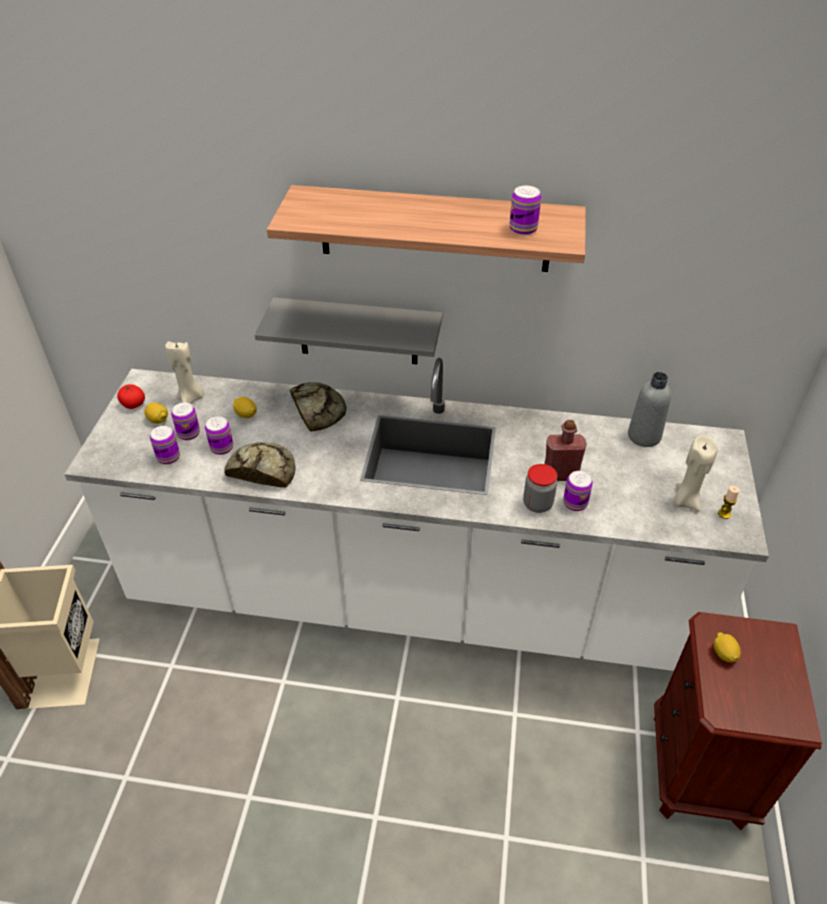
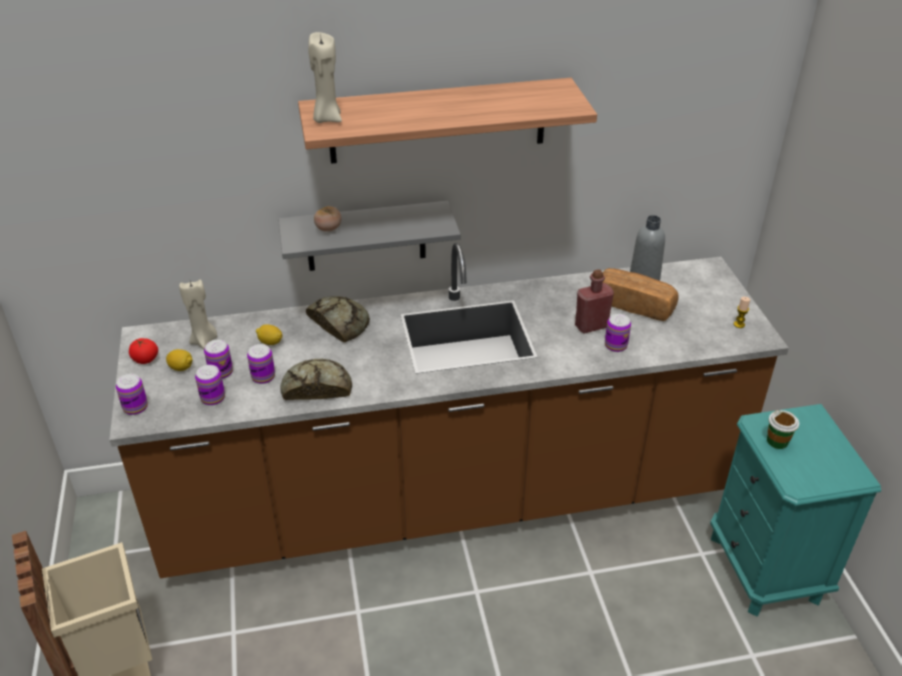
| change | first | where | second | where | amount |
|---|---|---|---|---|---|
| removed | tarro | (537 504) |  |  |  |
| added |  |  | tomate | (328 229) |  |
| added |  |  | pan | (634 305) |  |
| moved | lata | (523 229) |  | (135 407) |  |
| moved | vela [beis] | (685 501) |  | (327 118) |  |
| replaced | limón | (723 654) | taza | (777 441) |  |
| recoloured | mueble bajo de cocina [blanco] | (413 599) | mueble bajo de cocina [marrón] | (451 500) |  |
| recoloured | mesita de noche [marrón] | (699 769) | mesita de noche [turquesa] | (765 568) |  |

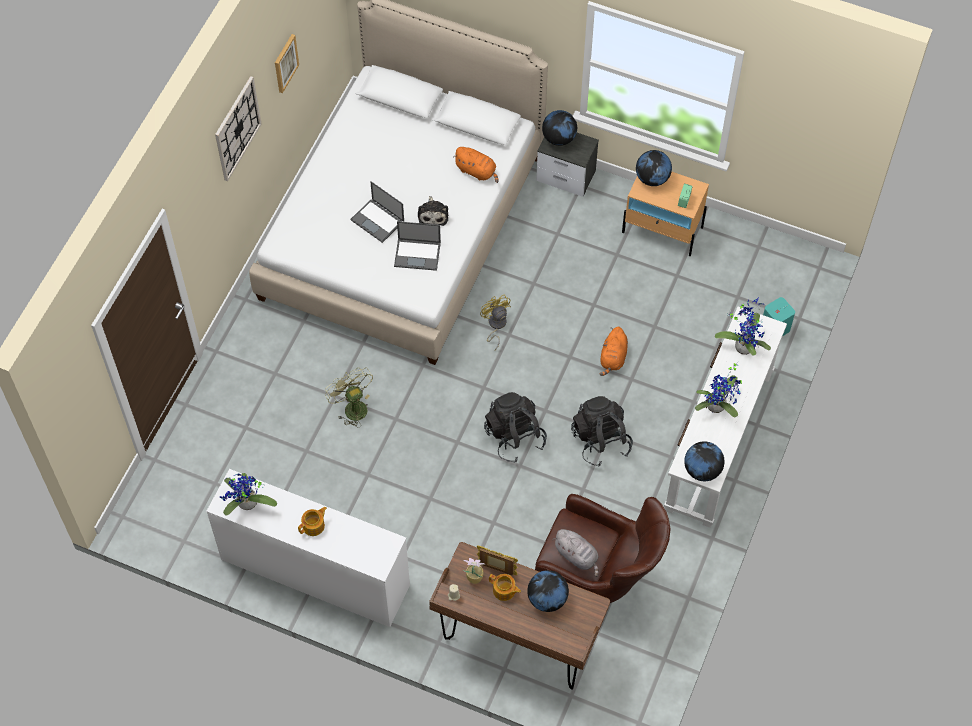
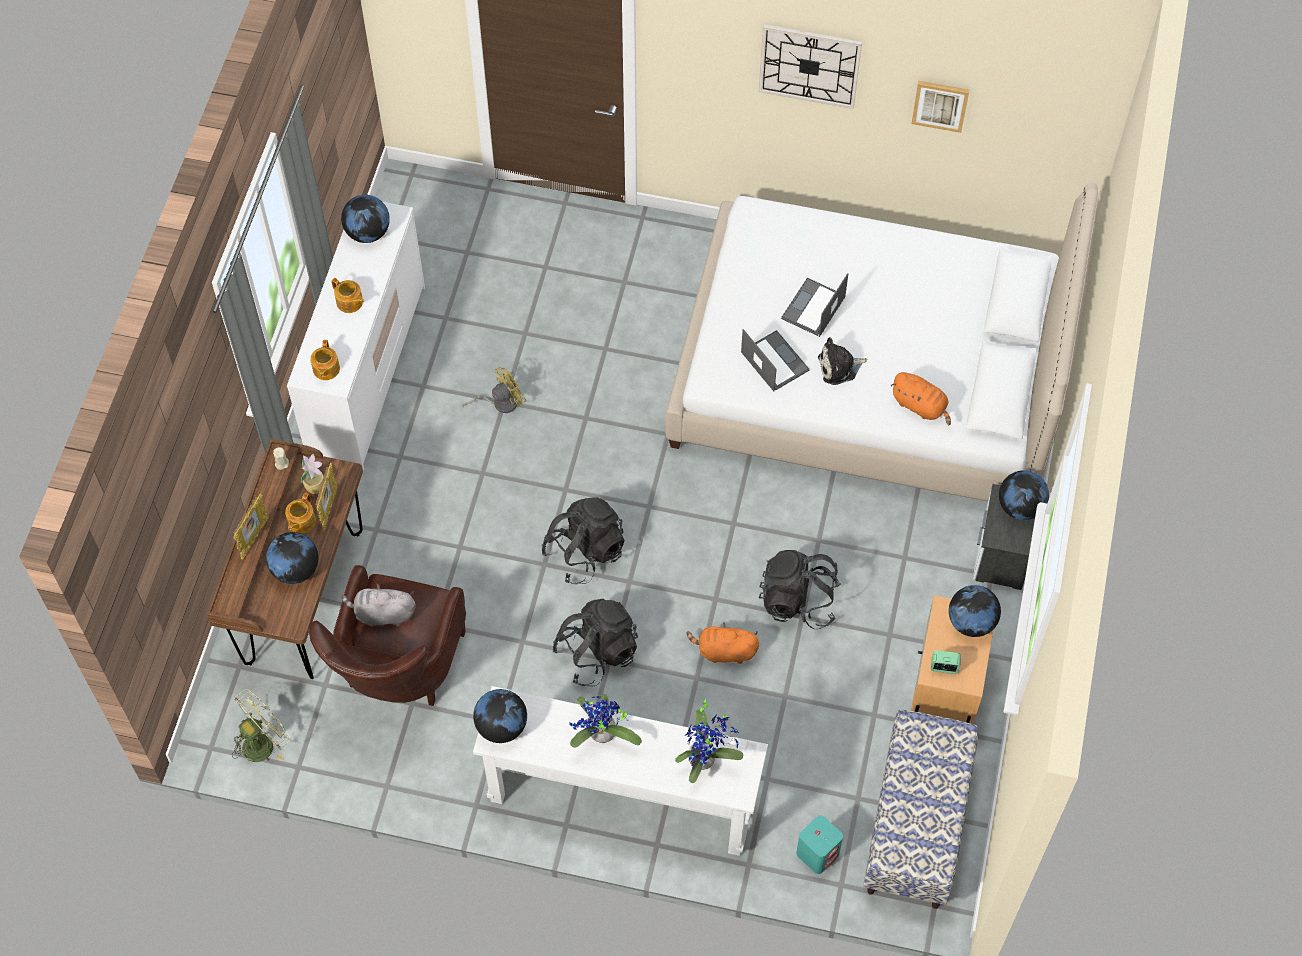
| change | first | where | second | where | amount |
|---|---|---|---|---|---|
| added |  |  | portarretratos | (254 538) |  |
| added |  |  | tetera | (326 369) |  |
| added |  |  | mochila [negro] | (798 600) |  |
| added |  |  | banco | (916 825) |  |
| moved | ventilador [verde] | (352 407) |  | (263 742) |  |
| moved | ventilador [amarillo] | (495 325) |  | (500 403) |  |
| replaced | planta en maceta | (246 505) | globo terráqueo | (368 233) |  |
| turned | portátil | (418 254) |  | (774 361) | 150 degrees clockwise |
| turned | peluche [naranja] | (477 171) |  | (920 406) | 75 degrees counterclockwise |
| turned | peluche [gris] | (577 556) |  | (382 614) | 60 degrees clockwise |

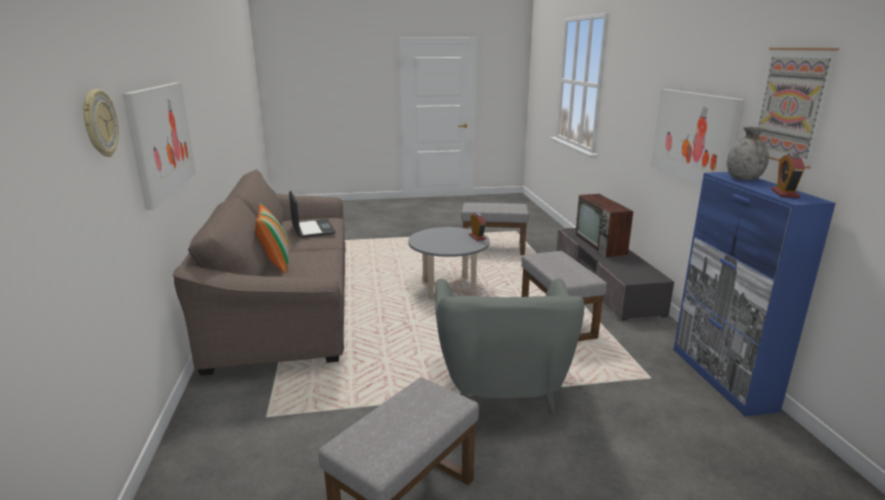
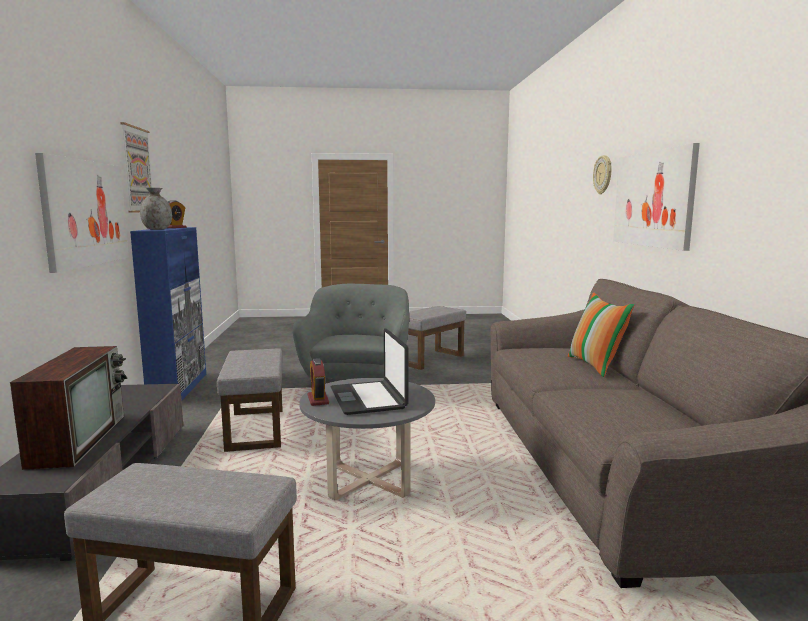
| change | first | where | second | where | amount |
|---|---|---|---|---|---|
| moved | portátil | (312 229) |  | (369 399) |  |

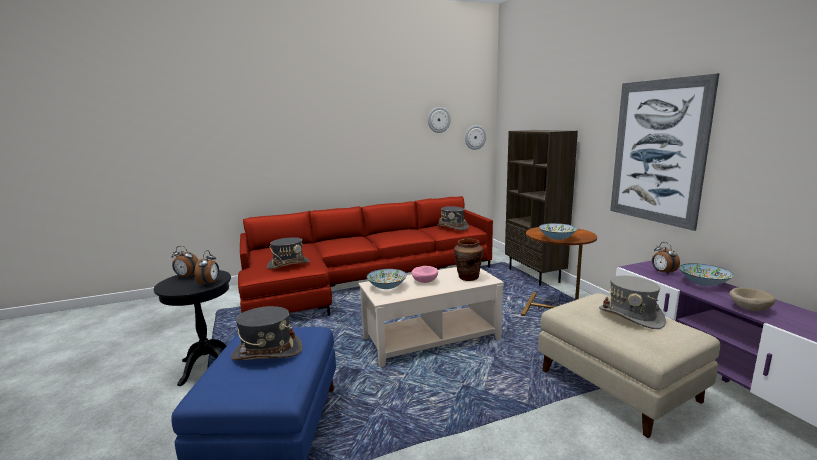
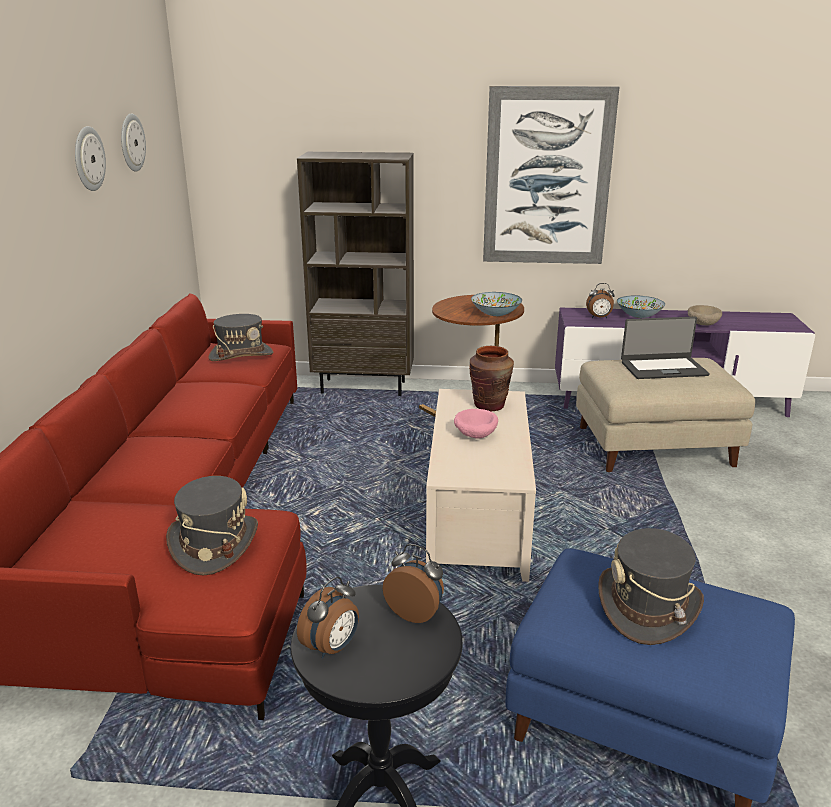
| change | first | where | second | where | amount |
|---|---|---|---|---|---|
| removed | cuenco | (387 287) |  |  |  |
| moved | reloj de pared | (475 137) |  | (88 159) |  |
| replaced | sombrero [gris] | (631 316) | portátil | (663 368) |  |

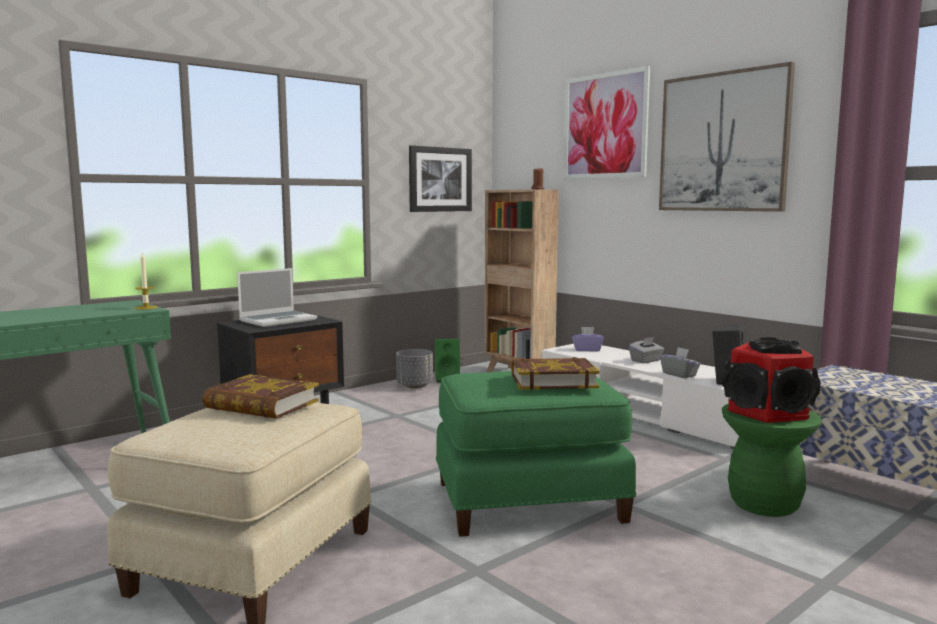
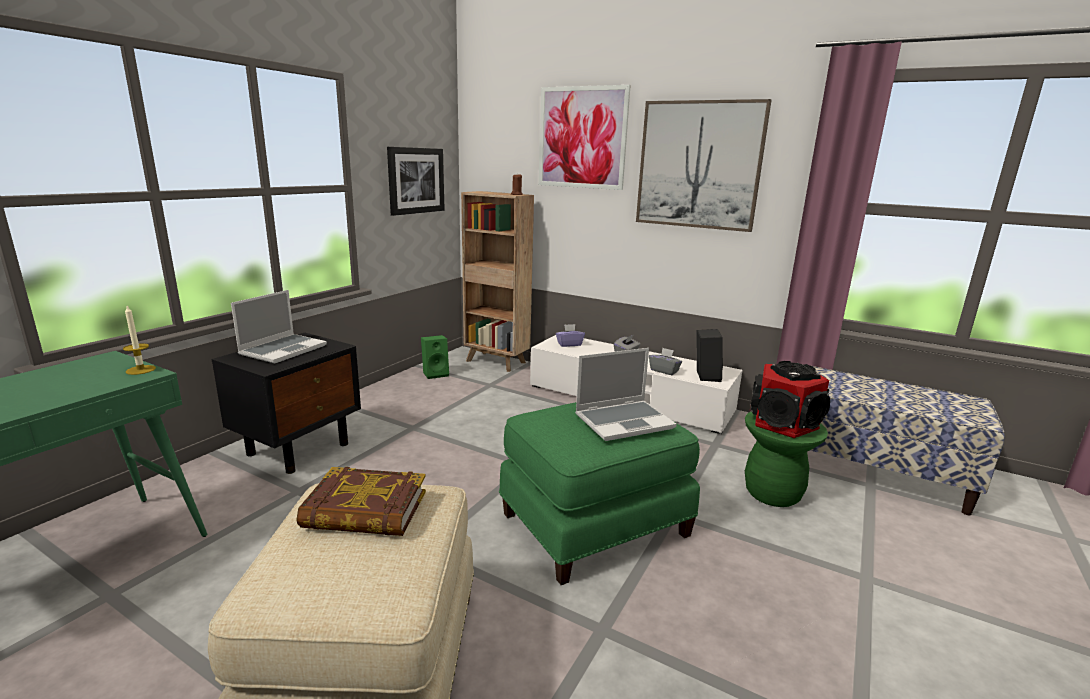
| change | first | where | second | where | amount |
|---|---|---|---|---|---|
| removed | maceta [gris] | (414 386) |  |  |  |
| replaced | libro | (553 380) | portátil | (624 421) |  |

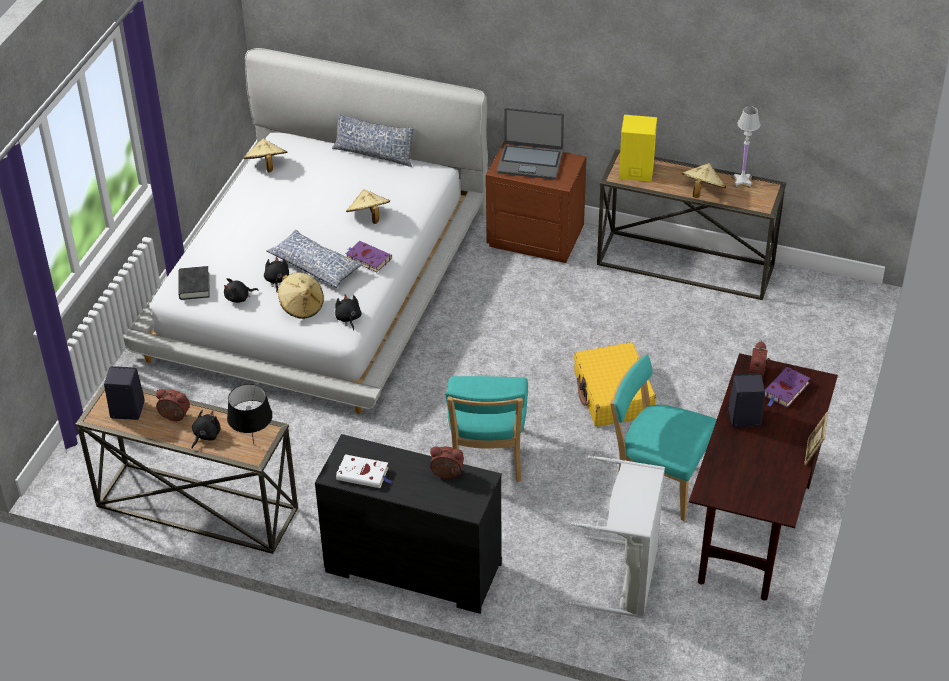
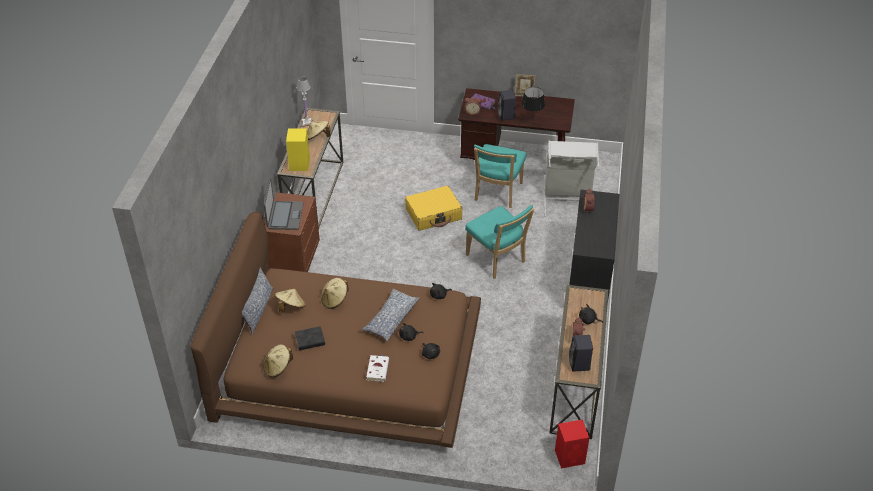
| change | first | where | second | where | amount |
|---|---|---|---|---|---|
| removed | libro [morado] | (367 258) |  |  |  |
| added |  |  | altavoz [rojo] | (570 457) |  |
| moved | libro [negro] | (194 286) |  | (310 340) |  |
| moved | lámpara de mesa [negro] | (254 444) |  | (531 121) |  |
| moved | sombrero [beis] | (301 306) |  | (291 307) |  |
| moved | libro [blanco] | (364 474) |  | (377 369) |  |
| recoloured | cama [blanco] | (317 279) | cama [marrón] | (347 364) |  |
| turned | silla [turquesa] | (487 458) |  | (497 260) | 60 degrees clockwise |

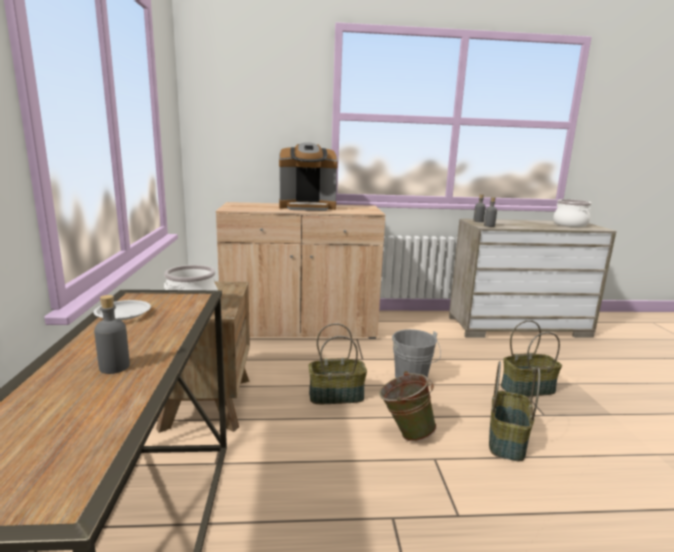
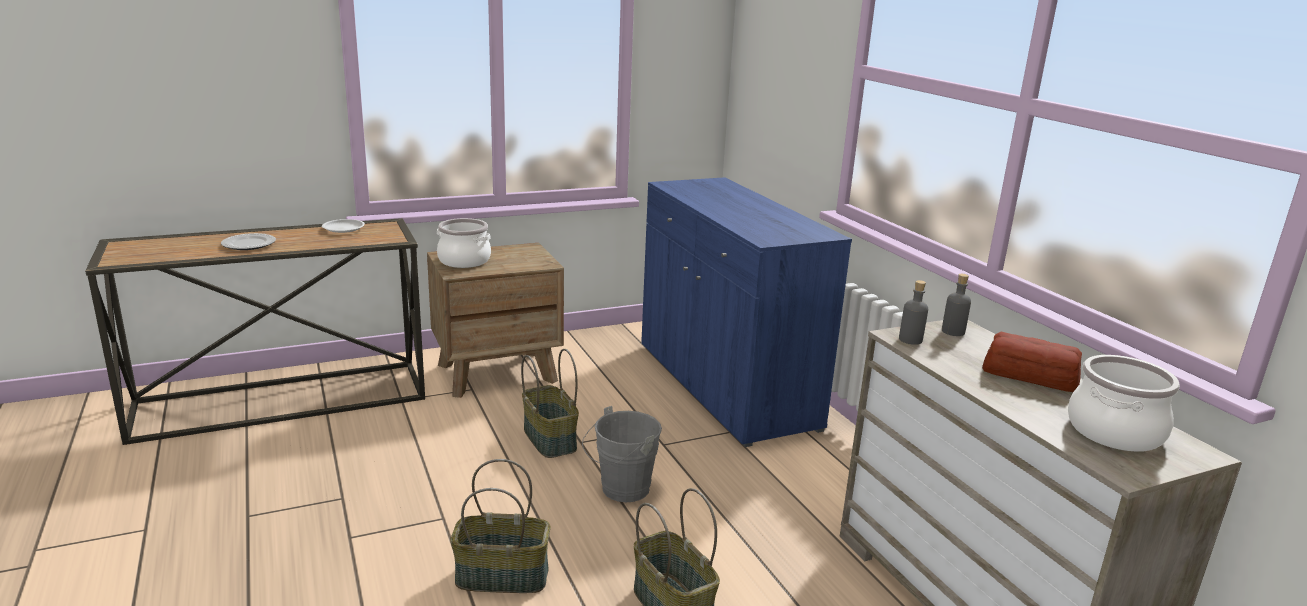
| change | first | where | second | where | amount |
|---|---|---|---|---|---|
| removed | cafetera | (307 207) |  |  |  |
| removed | cubo [verde] | (404 433) |  |  |  |
| added |  |  | pan | (1029 374) |  |
| replaced | botella [gris] | (114 367) | plato | (249 244) |  |
| recoloured | armario [beis] | (300 328) | armario [azul] | (724 385) |  |

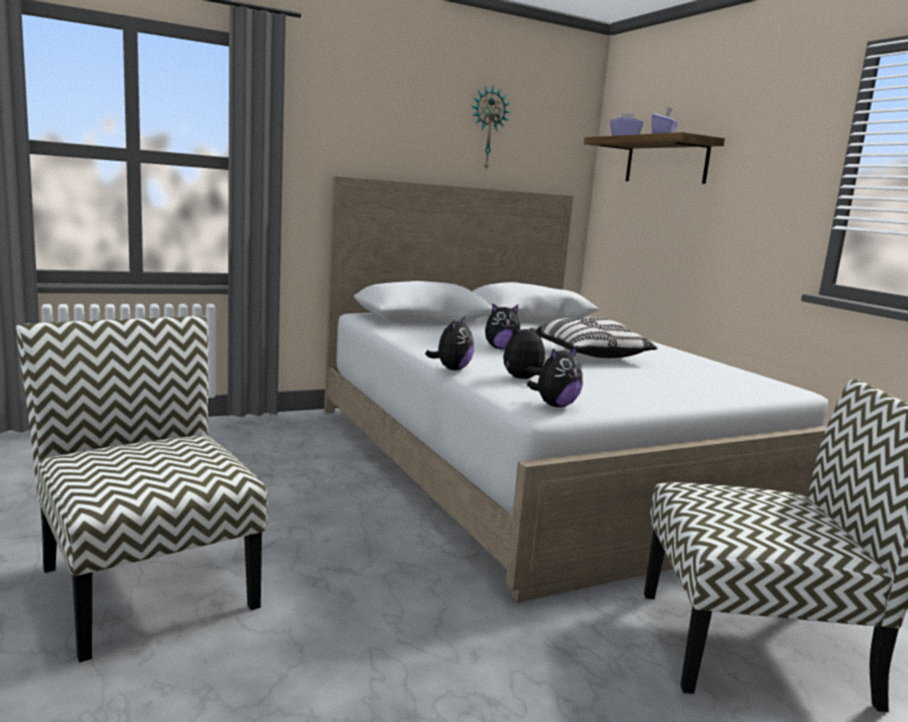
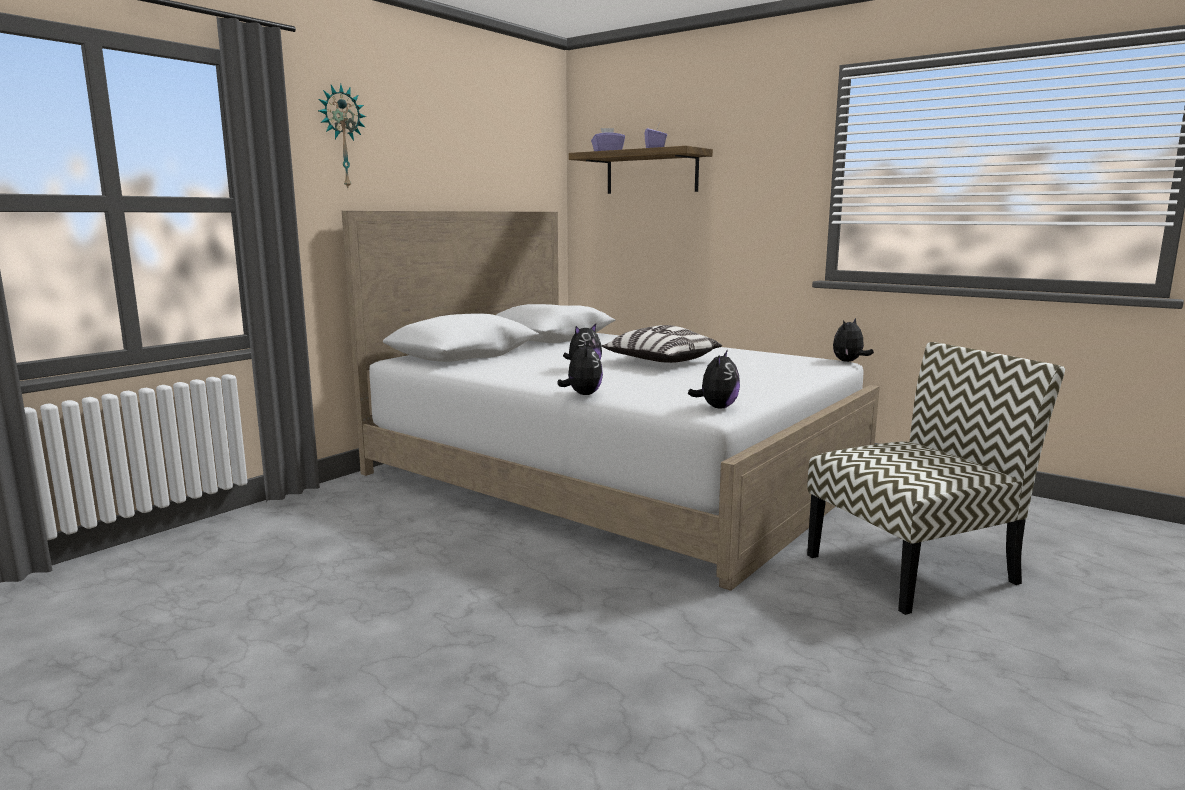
| change | first | where | second | where | amount |
|---|---|---|---|---|---|
| removed | silla | (146 585) |  |  |  |
| moved | reloj de pared | (487 128) |  | (341 137) |  |
| moved | peluche | (523 379) |  | (849 362) |  |

